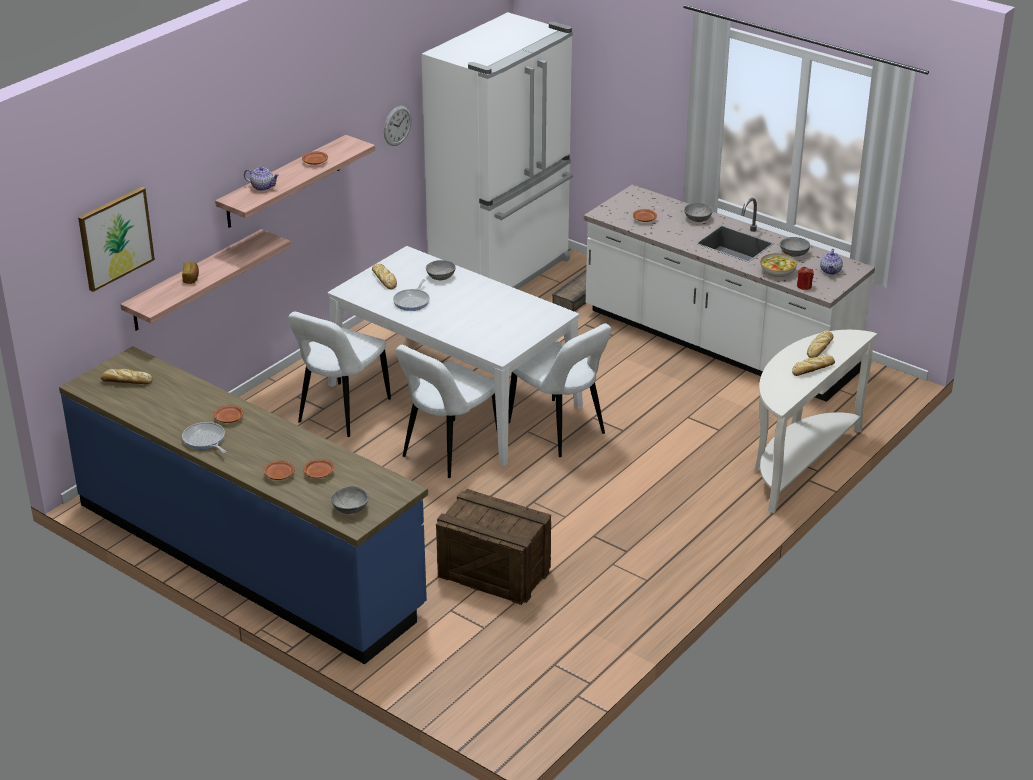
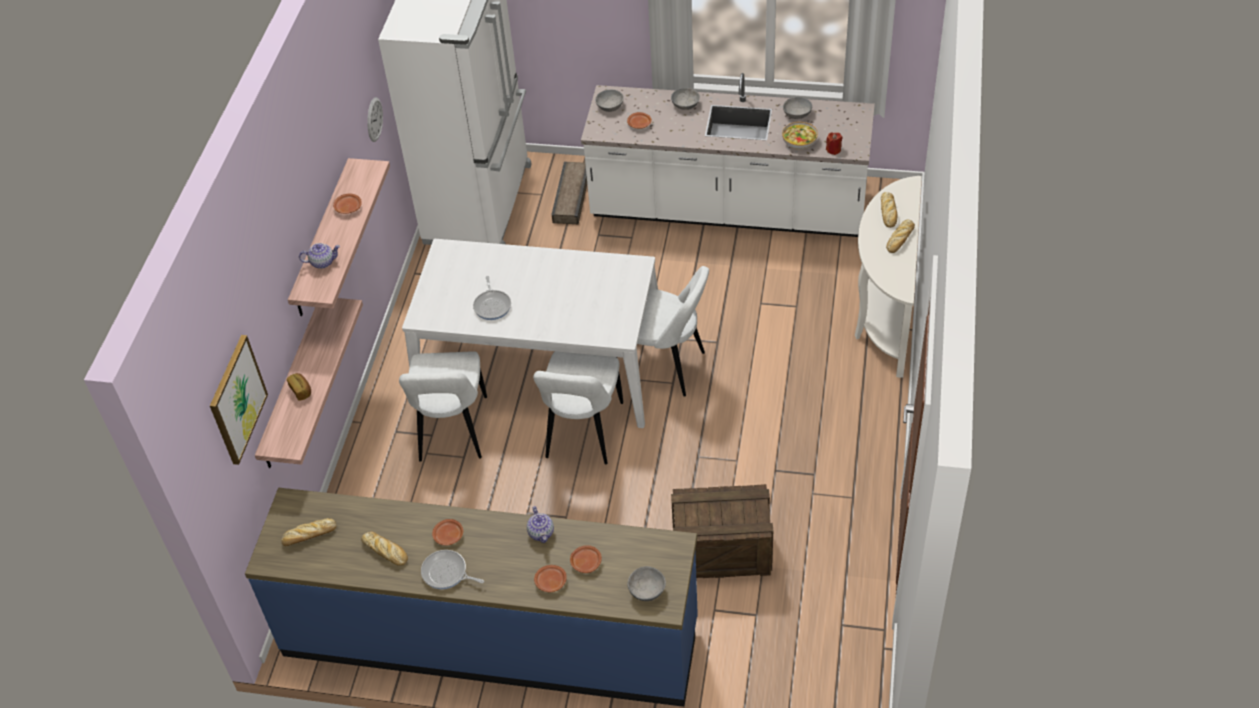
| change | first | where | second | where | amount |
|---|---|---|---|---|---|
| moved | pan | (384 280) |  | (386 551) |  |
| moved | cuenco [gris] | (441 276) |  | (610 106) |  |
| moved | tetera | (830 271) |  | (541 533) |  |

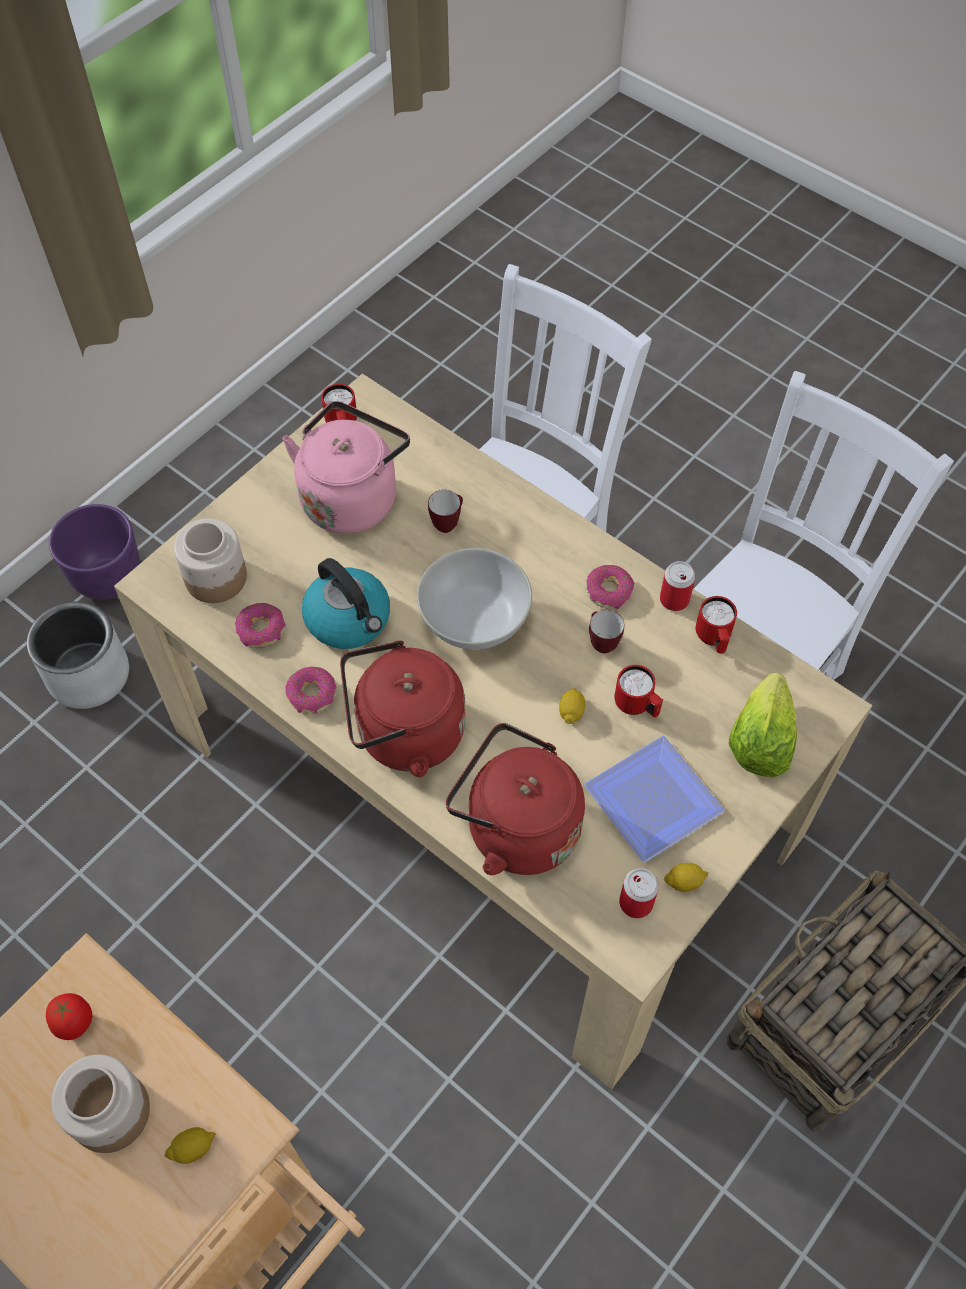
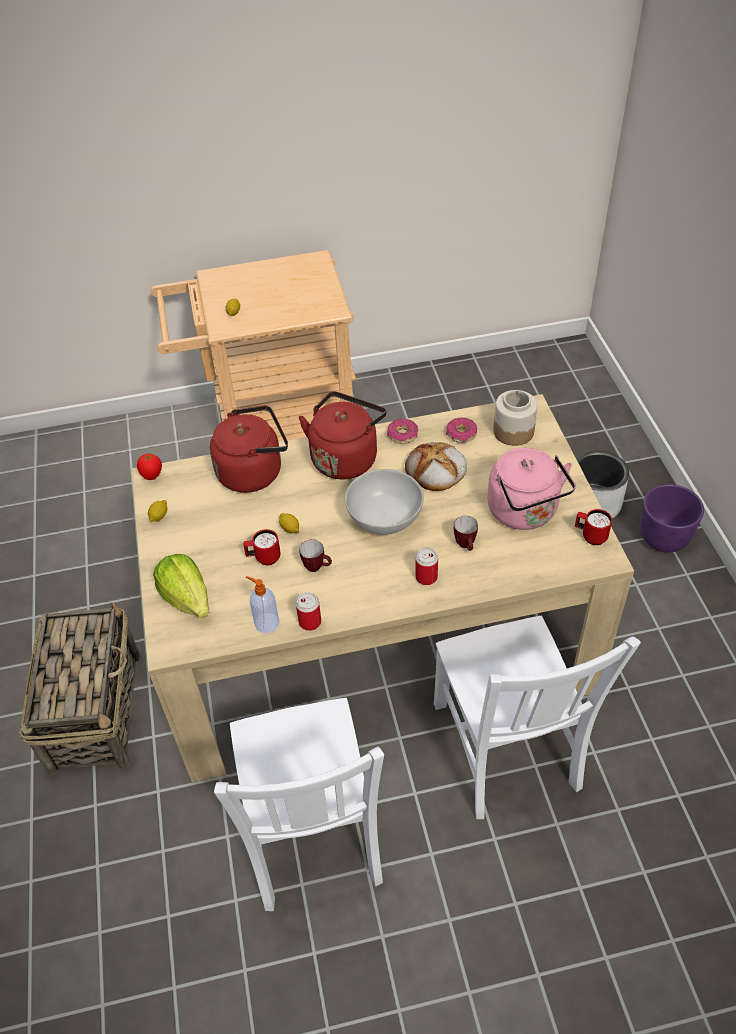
| change | first | where | second | where | amount |
|---|---|---|---|---|---|
| removed | tarro | (109 1112) |  |  |  |
| removed | plato | (648 799) |  |  |  |
| removed | rosquilla | (609 591) |  |  |  |
| moved | tomate | (76 1023) |  | (152 476) |  |
| moved | lata | (636 902) |  | (426 577) |  |
| replaced | hervidor | (349 619) | pan | (436 470) |  |
| replaced | taza grande [rojo] | (713 639) | dispensador de jabón | (266 622) |  |

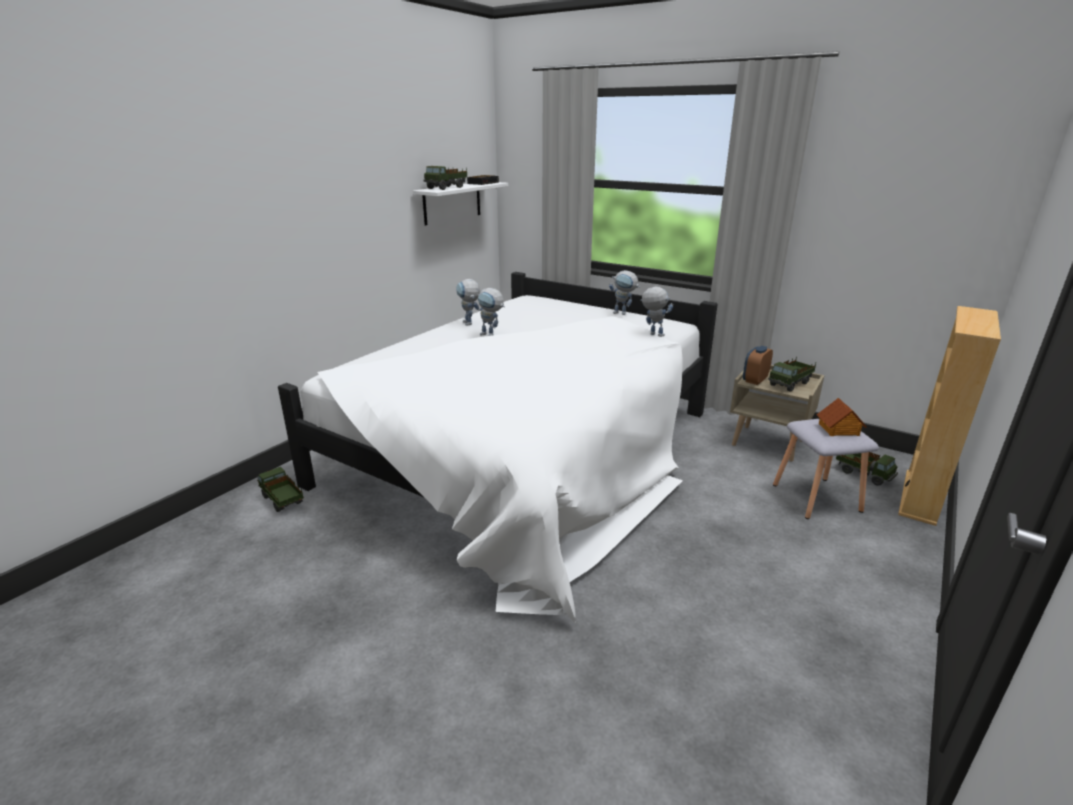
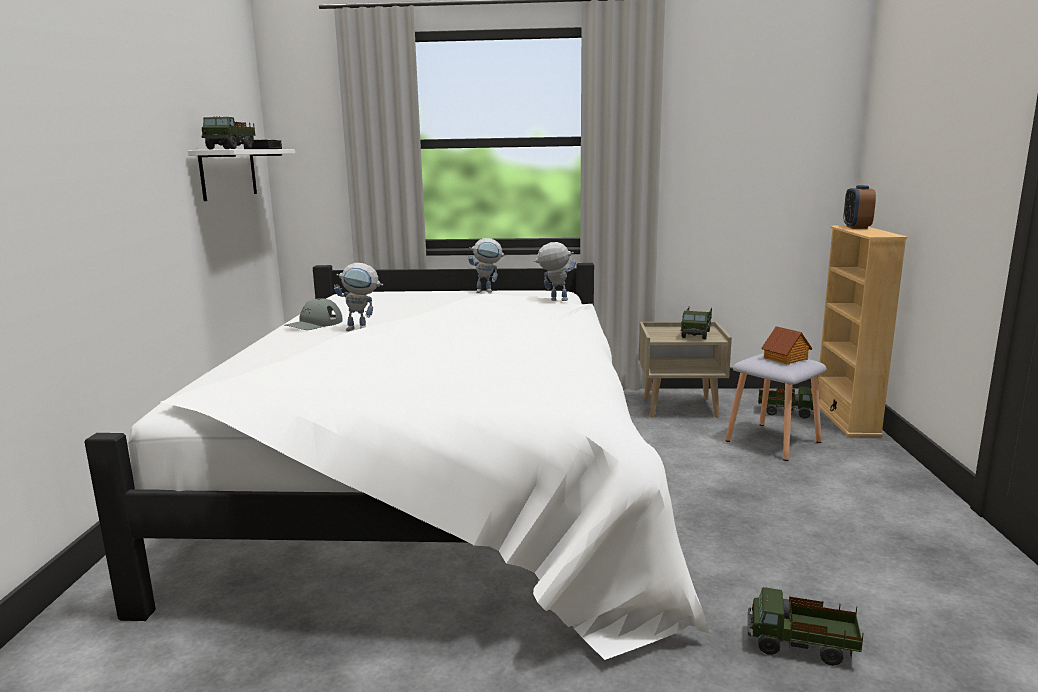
| change | first | where | second | where | amount |
|---|---|---|---|---|---|
| moved | camión de juguete | (282 501) |  | (801 647) |  |
| moved | despertador | (754 380) |  | (856 227) |  |
| replaced | robot de juguete | (469 324) | gorra [gris] | (314 324) |  |

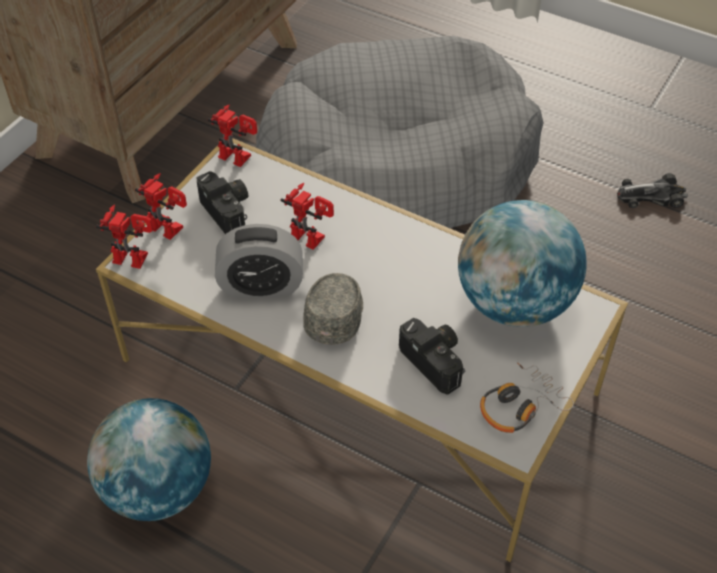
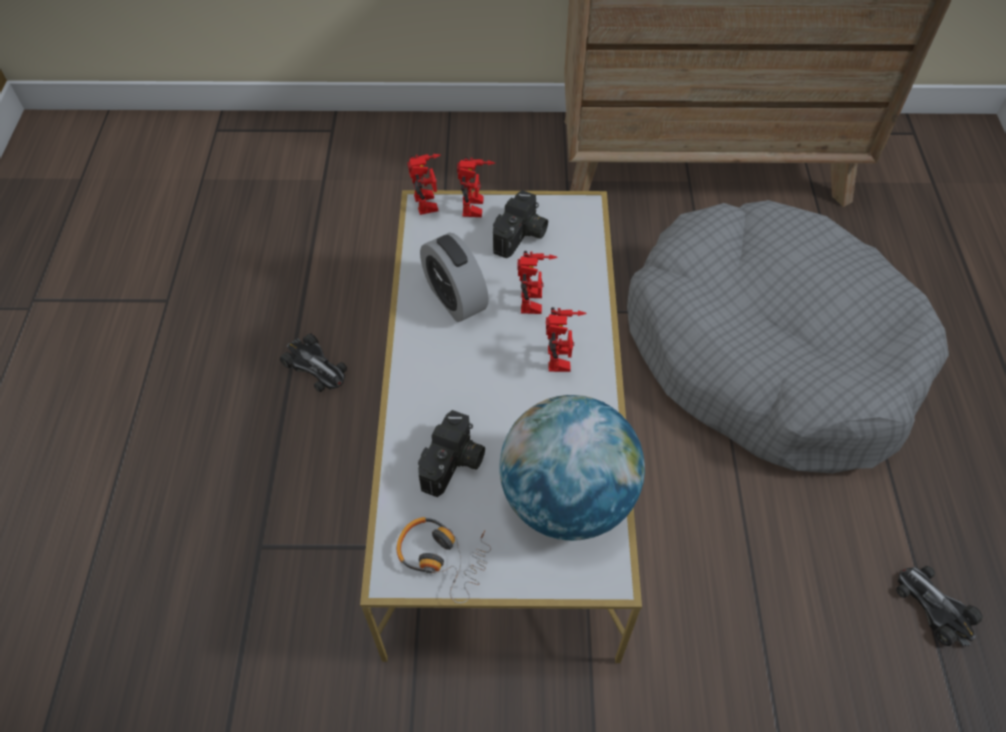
| change | first | where | second | where | amount |
|---|---|---|---|---|---|
| removed | gorra [gris] | (336 314) |  |  |  |
| moved | robot de juguete | (238 155) |  | (563 361) |  |
| replaced | globo terráqueo | (158 488) | coche de juguete | (315 366) |  |

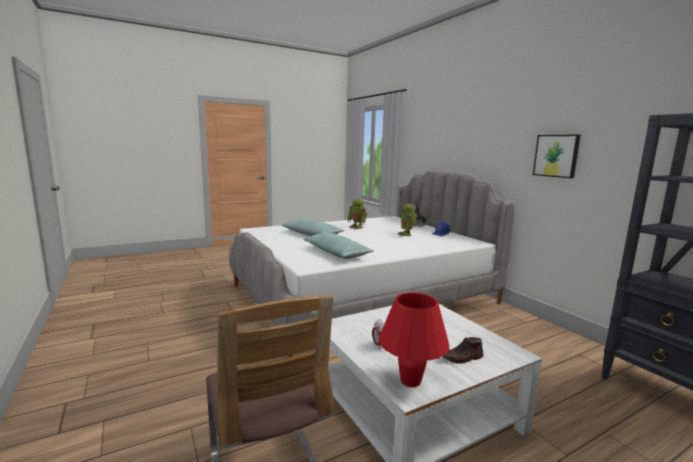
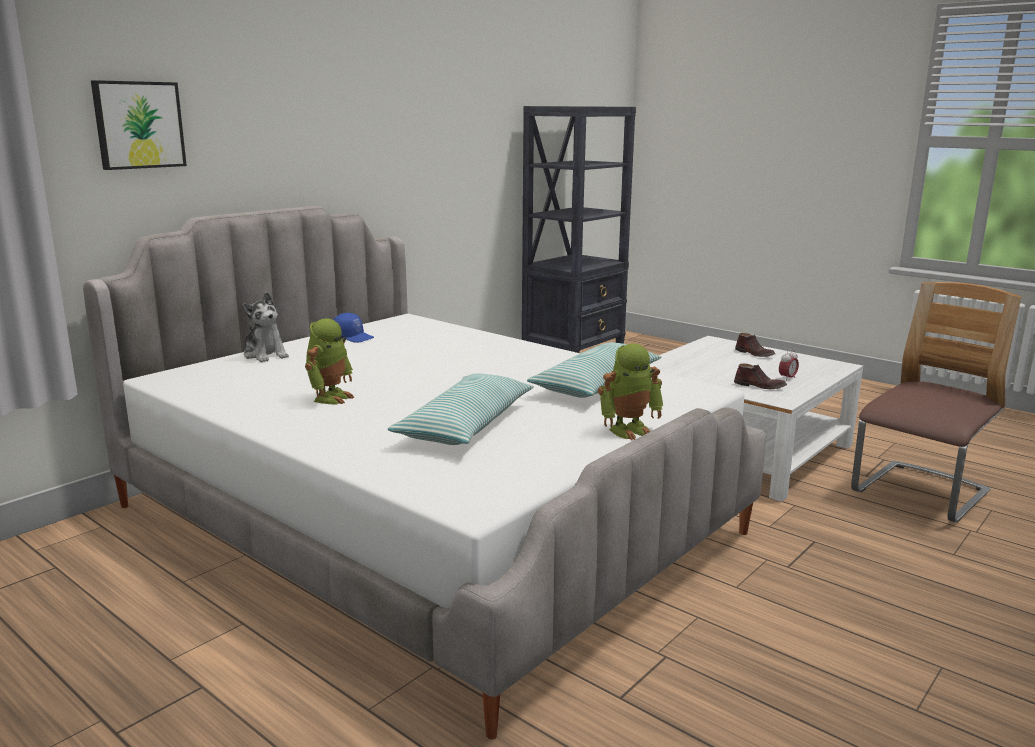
| change | first | where | second | where | amount |
|---|---|---|---|---|---|
| removed | lámpara de mesa [rojo] | (410 381) |  |  |  |
| added |  |  | zapato [marrón] | (759 386) |  |
| moved | robot de juguete | (406 234) |  | (629 430) |  |
| moved | cuadro | (556 155) |  | (138 125) |  |

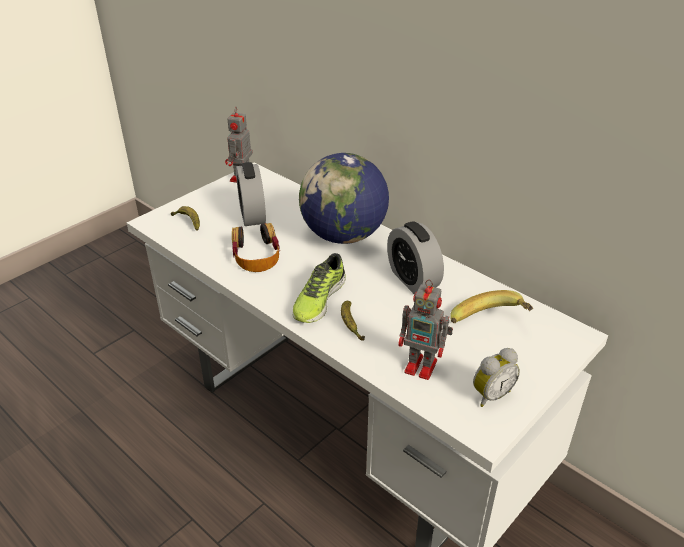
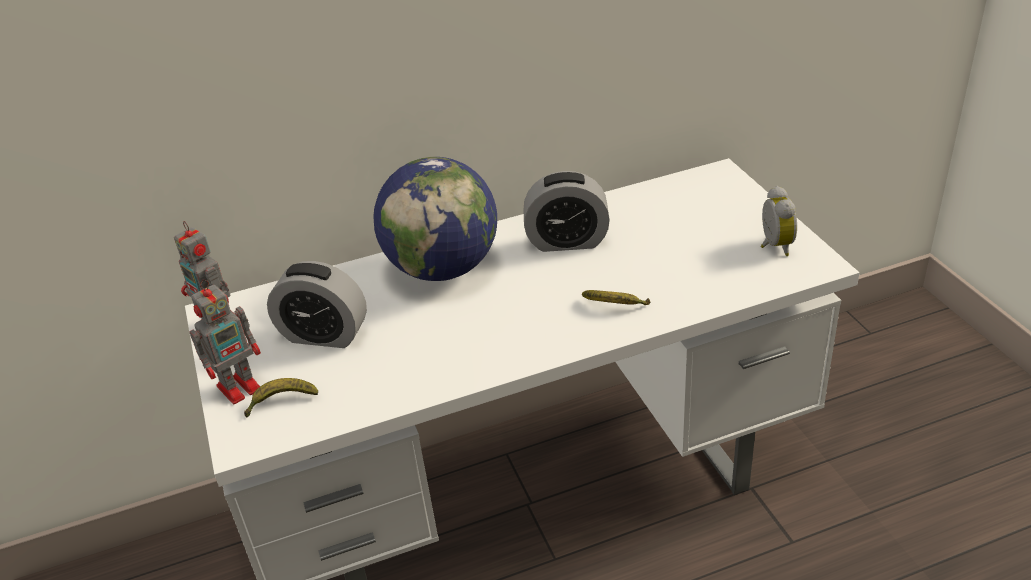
| change | first | where | second | where | amount |
|---|---|---|---|---|---|
| removed | auriculares | (256 255) |  |  |  |
| removed | zapato | (318 299) |  |  |  |
| removed | plátano | (490 324) |  |  |  |
| moved | robot de juguete | (422 367) |  | (241 386) |  |

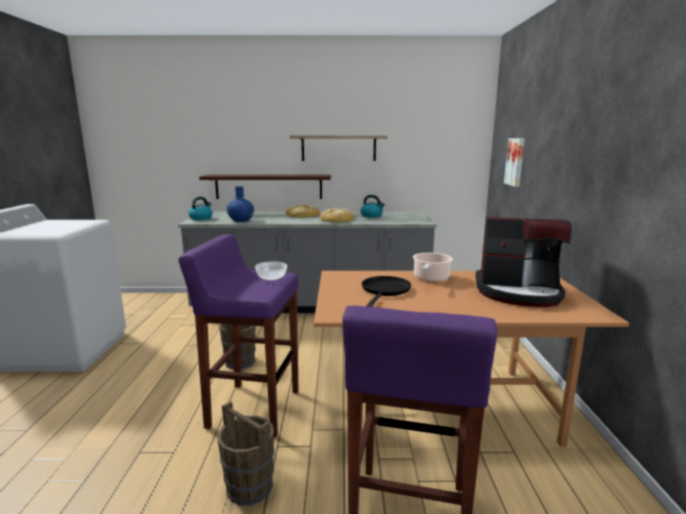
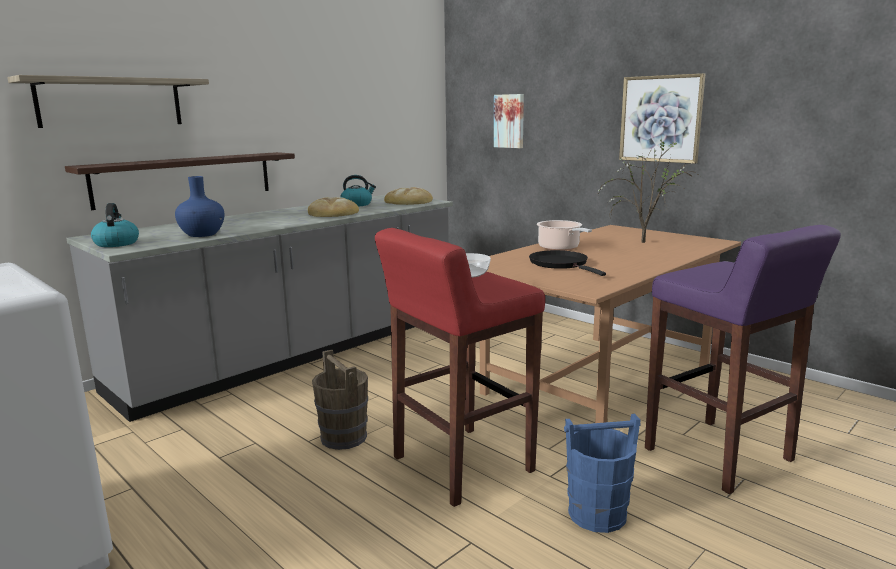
| change | first | where | second | where | amount |
|---|---|---|---|---|---|
| added |  |  | cuadro | (660 119) |  |
| moved | pan | (302 215) |  | (409 201) |  |
| moved | estante | (338 148) |  | (111 102) |  |
| replaced | cafetera | (518 292) | planta en maceta | (642 241) |  |
| recoloured | taburete [morado] | (252 408) | taburete [rojo] | (460 465) |  |
| recoloured | cubo [marrón] | (250 487) | cubo [azul] | (598 514) |  |

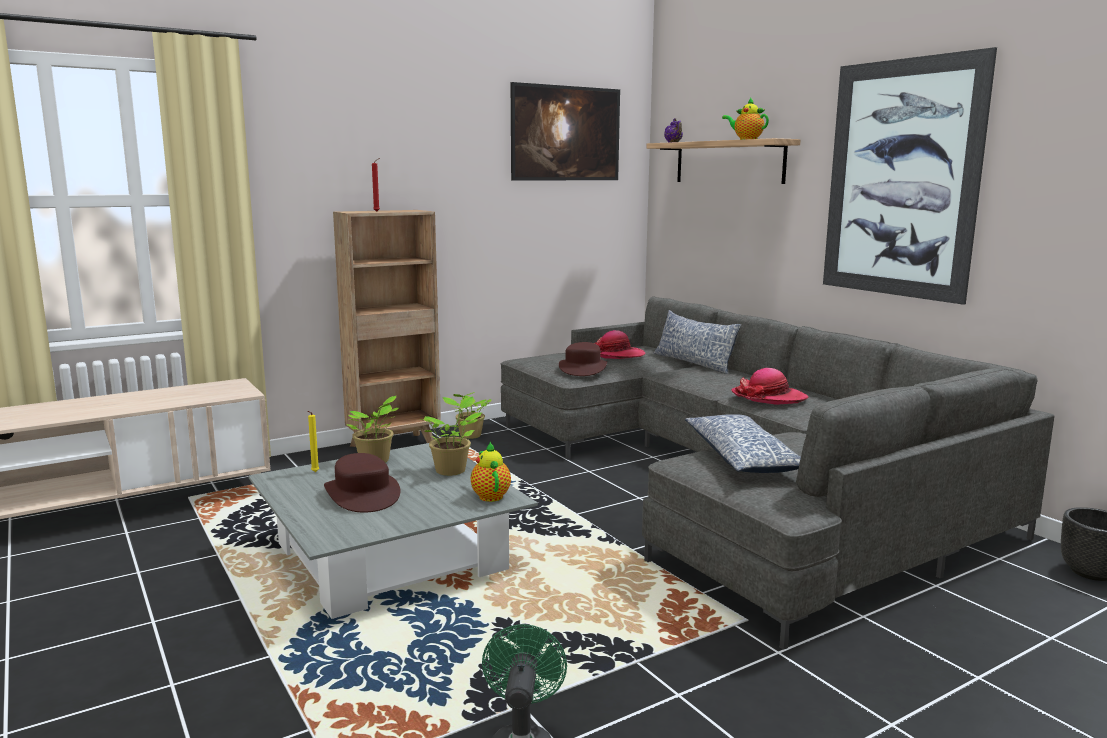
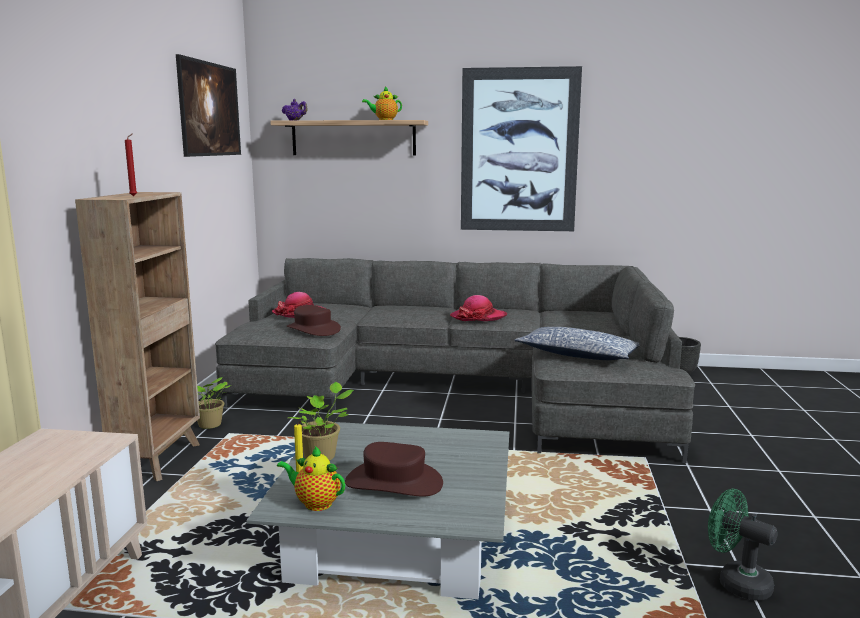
| change | first | where | second | where | amount |
|---|---|---|---|---|---|
| removed | planta en maceta | (452 470) |  |  |  |
| removed | cojín | (694 362) |  |  |  |
| moved | tetera | (490 495) |  | (315 503) |  |

